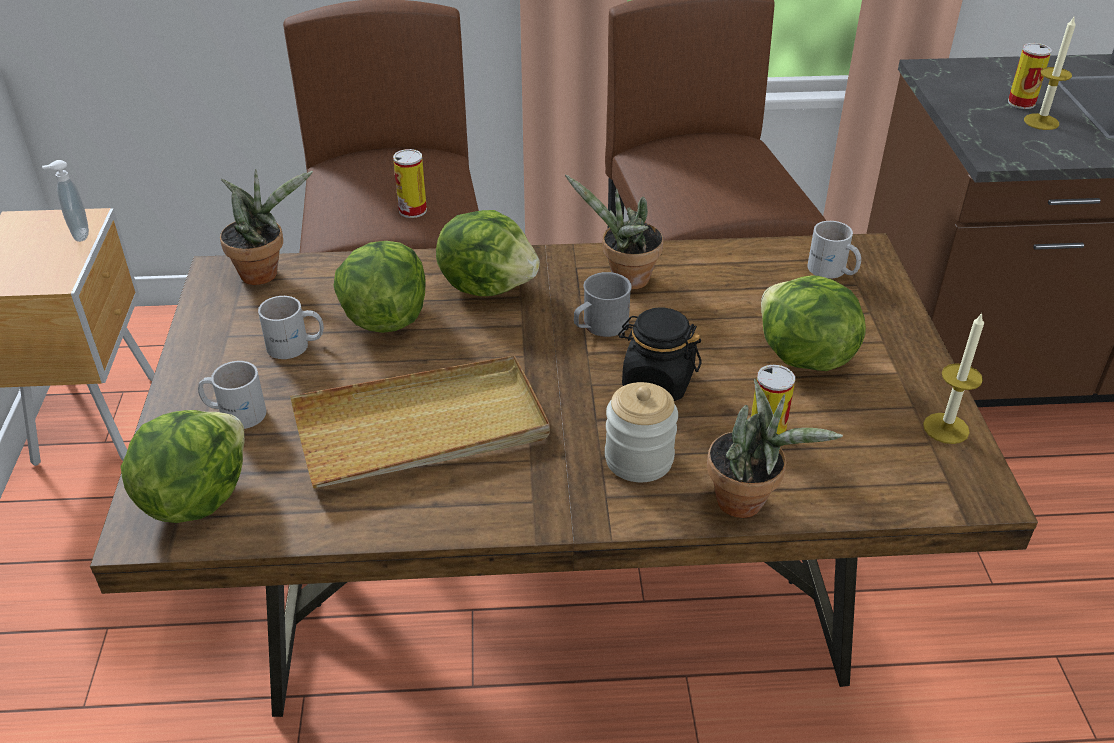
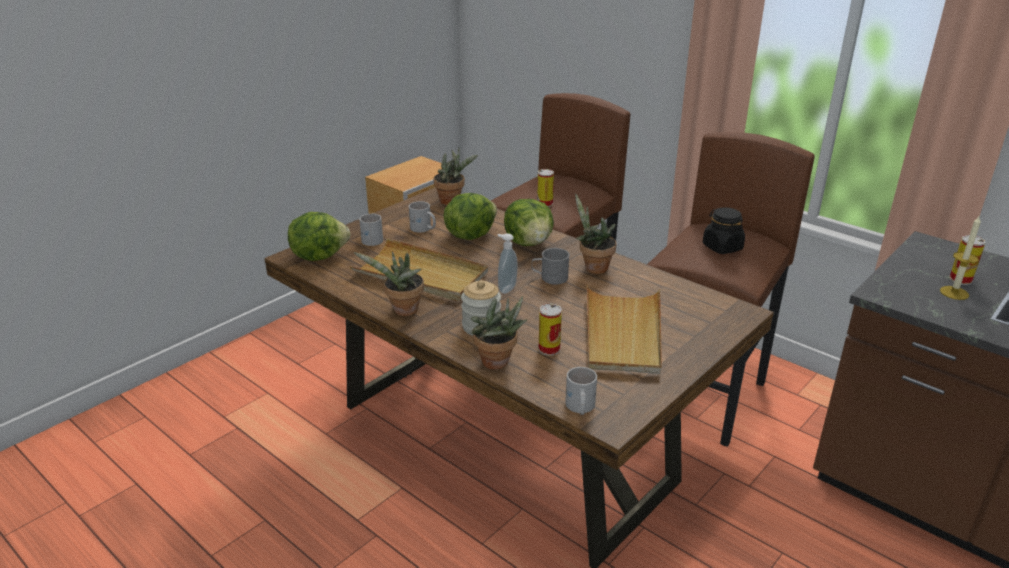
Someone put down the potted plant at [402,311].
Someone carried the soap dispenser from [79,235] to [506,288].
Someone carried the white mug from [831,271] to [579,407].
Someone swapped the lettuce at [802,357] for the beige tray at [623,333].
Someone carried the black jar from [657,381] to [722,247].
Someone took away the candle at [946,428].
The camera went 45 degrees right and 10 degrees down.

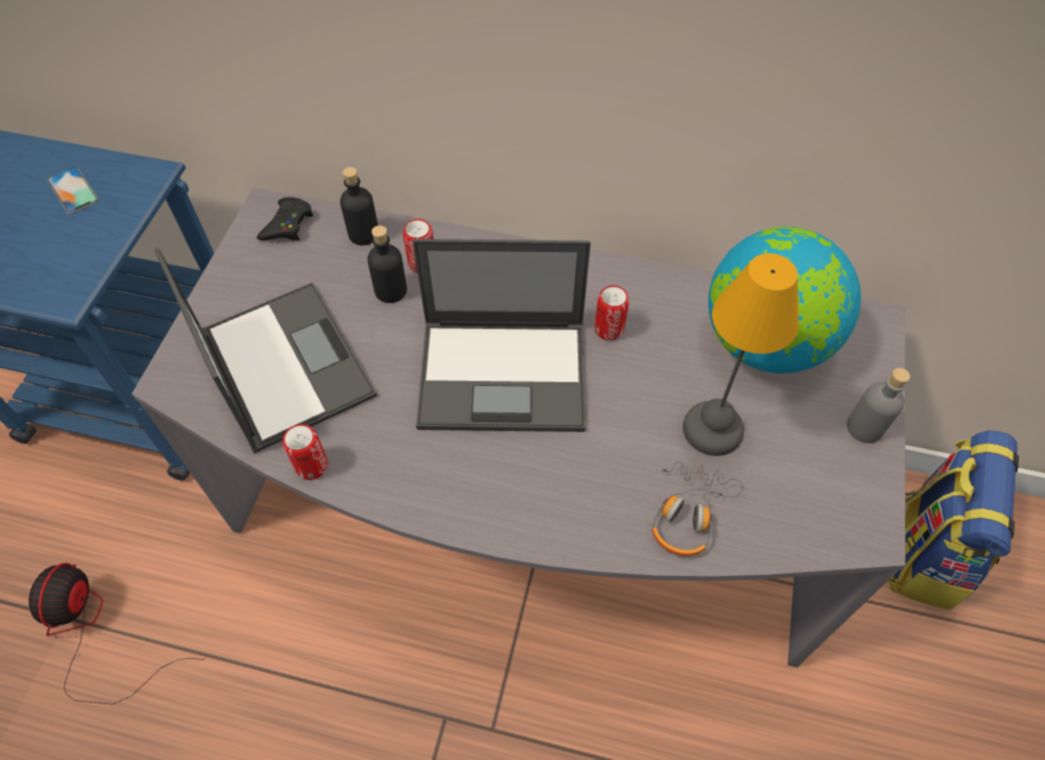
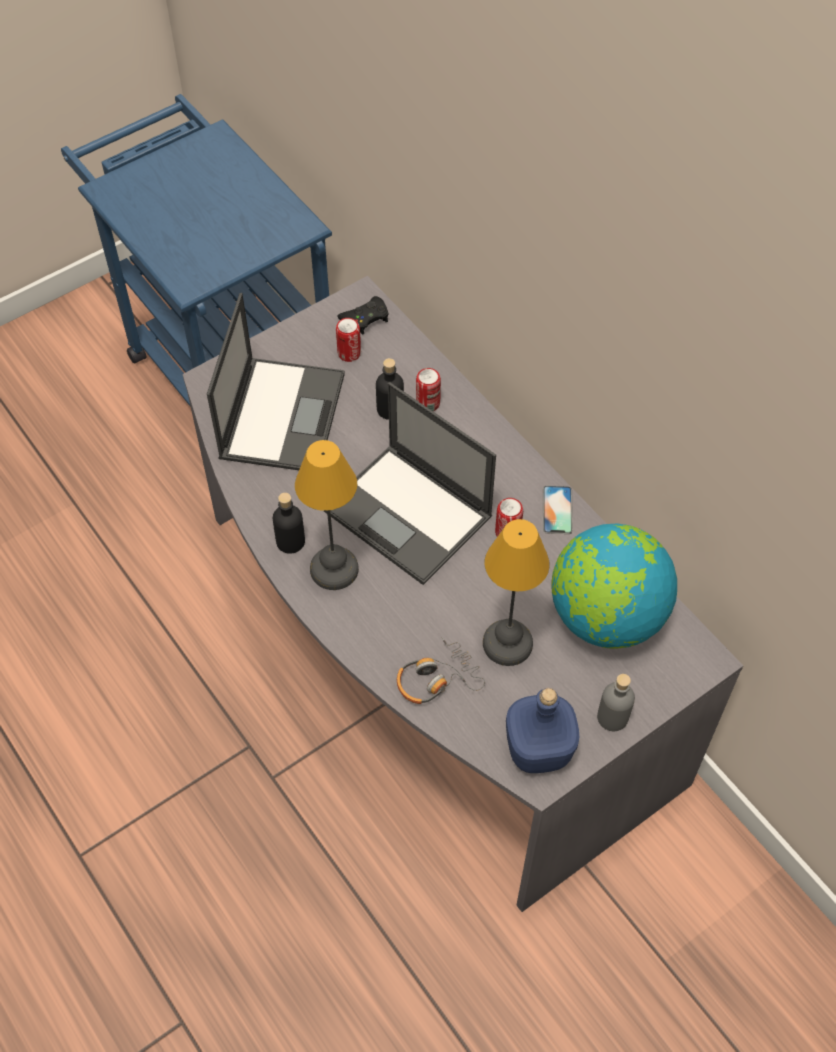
Someone carried the black bottle from [364,234] to [290,541].
Someone put down the table lamp at [335,568].
Someone carried the can from [311,466] to [349,353].
Someone put down the blue bottle at [537,750].
Someone carried the phone from [73,190] to [557,510].
Someone took away the fan at [93,633].
Someone took away the backpack at [921,551].
The camera went 40 degrees right and 0 degrees up.

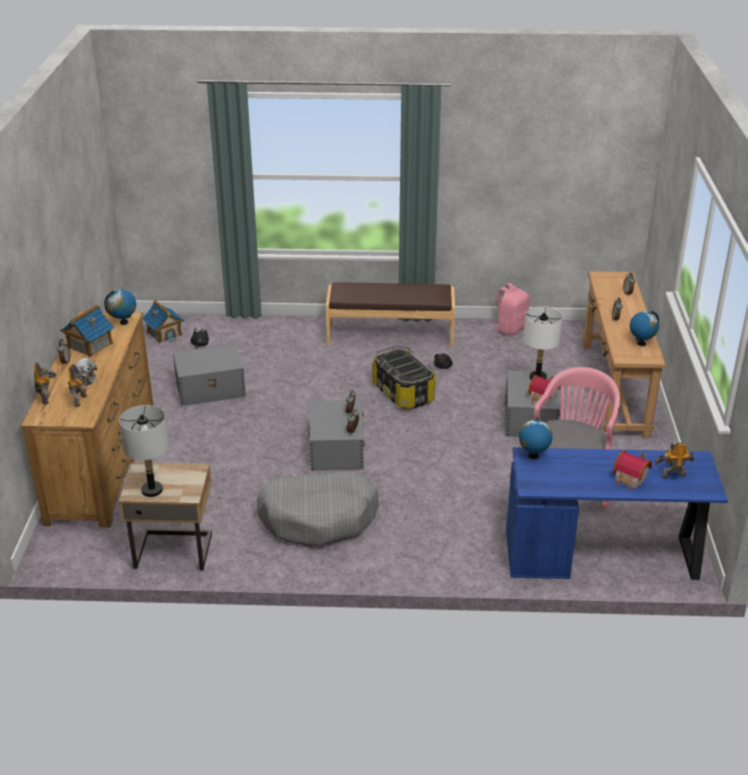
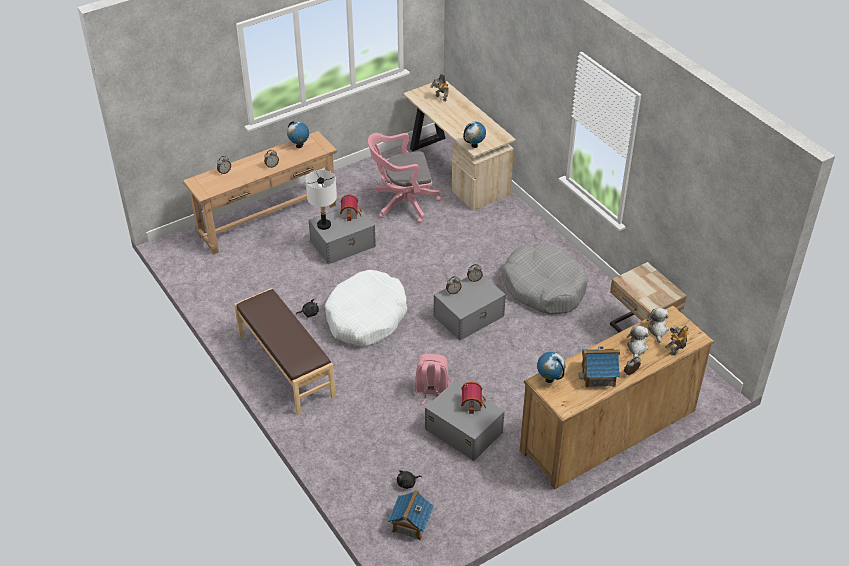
Someone swapped the storage box at [403,392] for the white dog bed at [366,317].
Someone repainted the blue desk at [604,556], which became the beige desk at [457,170].
Someone carried the pink backpack from [510,328] to [431,391].
Someone carried the toy house from [630,480] to [473,403].
Someone swapped the toy robot at [82,400] for the plush toy at [657,330].
Someone took away the grey table lamp at [152,490].
The camera went 125 degrees left and 10 degrees up.

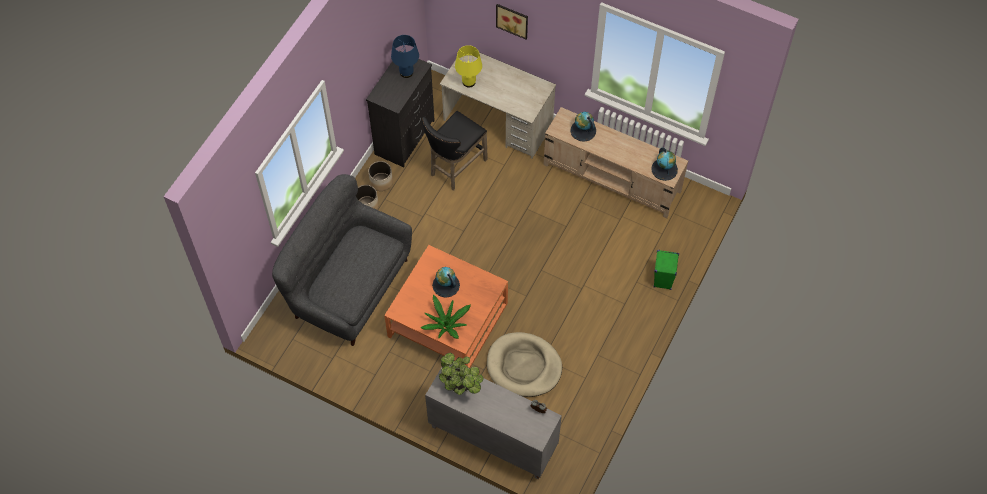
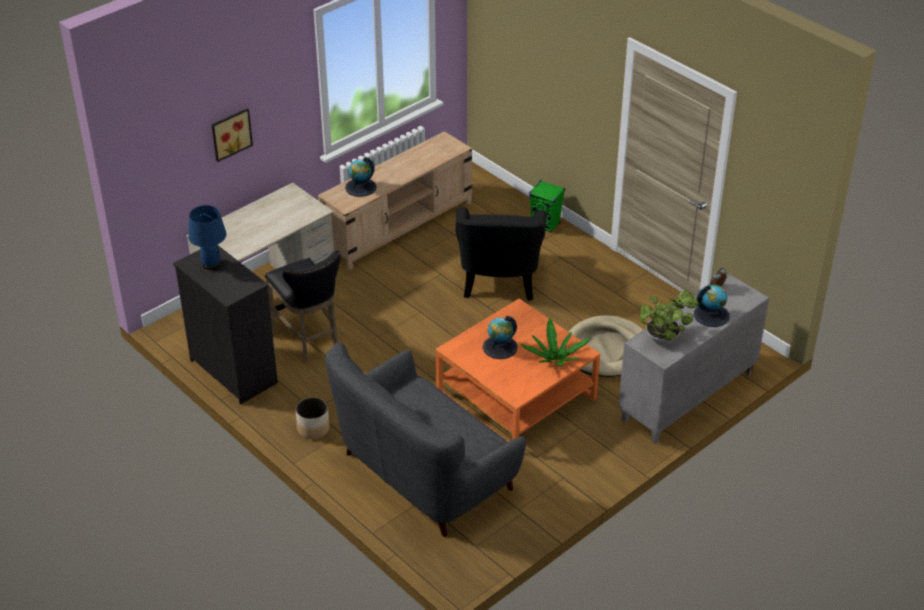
Someone put down the black armchair at [499,278].
Someone carried the globe from [664,169] to [711,315].
Someone took away the planter at [381,182].
Someone took away the yellow table lamp at [468,82].
The camera went 70 degrees left and 20 degrees down.

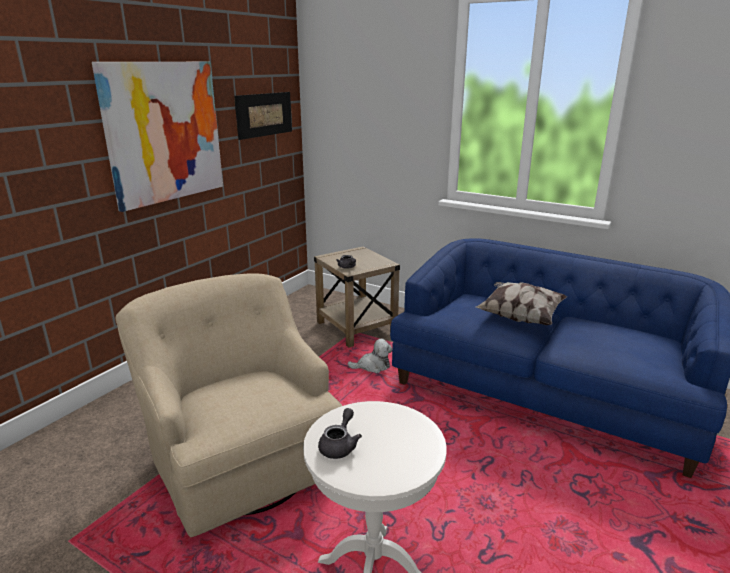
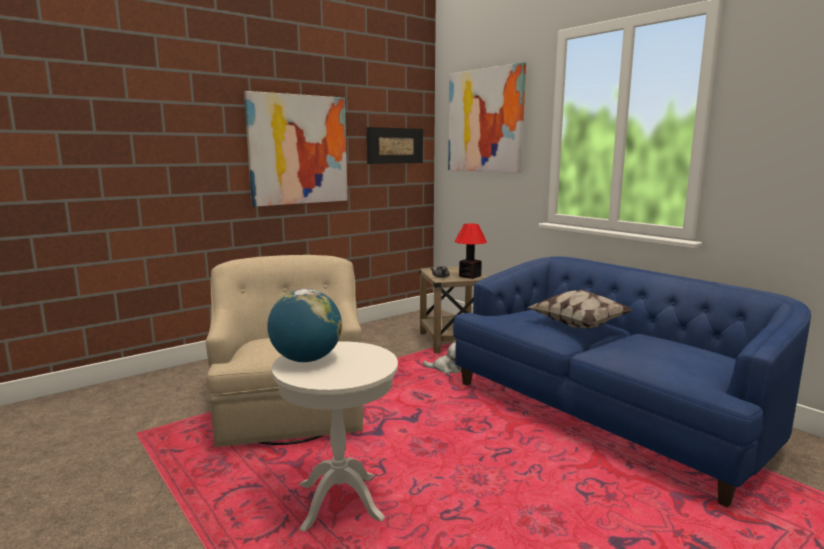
Someone swapped the grey teapot at [339,445] for the globe at [306,359].
Someone put up the picture at [485,121].
Someone put down the table lamp at [469,276].
The camera went 20 degrees right and 10 degrees down.

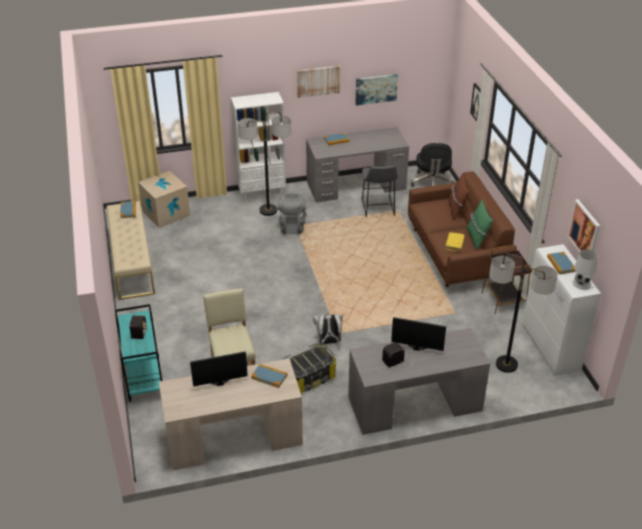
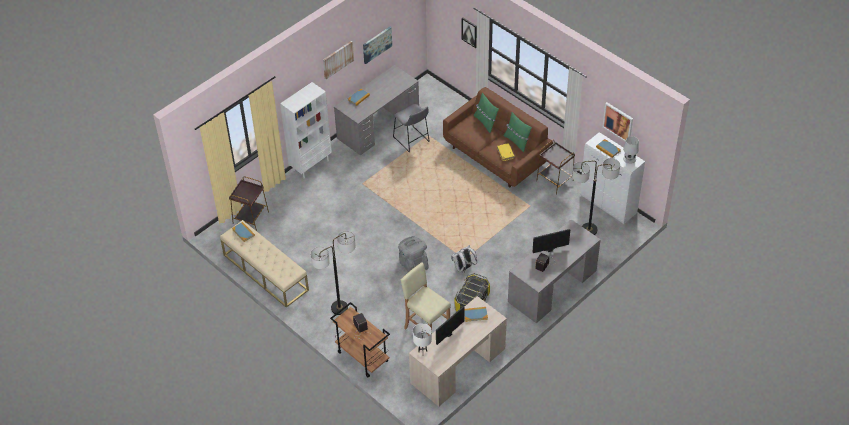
Someone swapped the cardboard box at [166,213] for the brown side table at [251,217].
Someone carried the floor lamp from [268,210] to [339,308].
Someone repainted the turquoise cart at [143,378], which became the brown cart at [362,357].
Someone carried the grey backpack from [292,226] to [413,264].
Someone put down the white table lamp at [422,351].
Someone repainted the brown pillow at [456,210], which became the green pillow at [485,122].
Someone took away the black office chair at [432,183].
The camera went 30 degrees left and 10 degrees up.

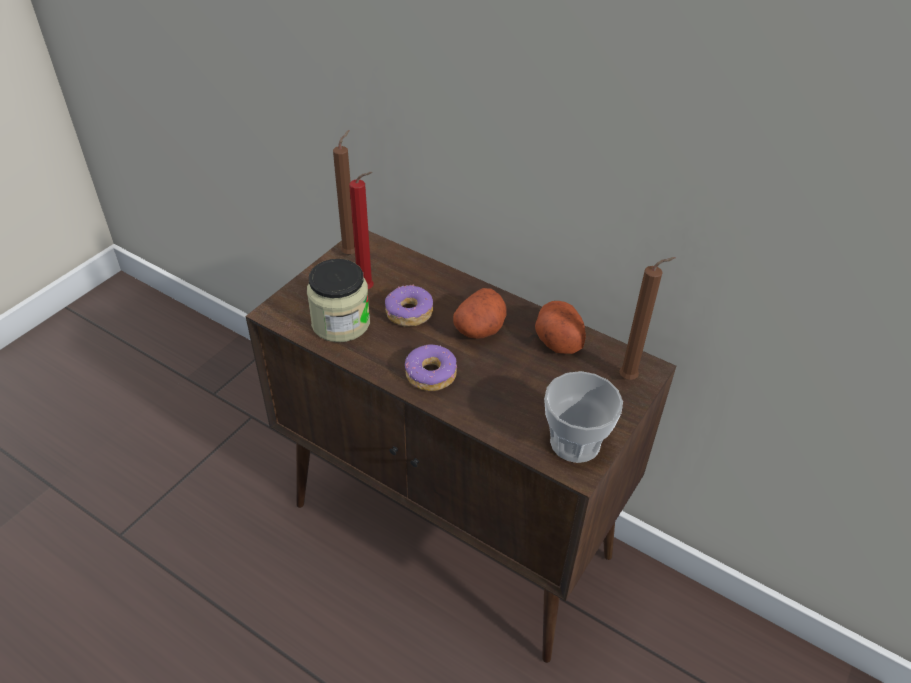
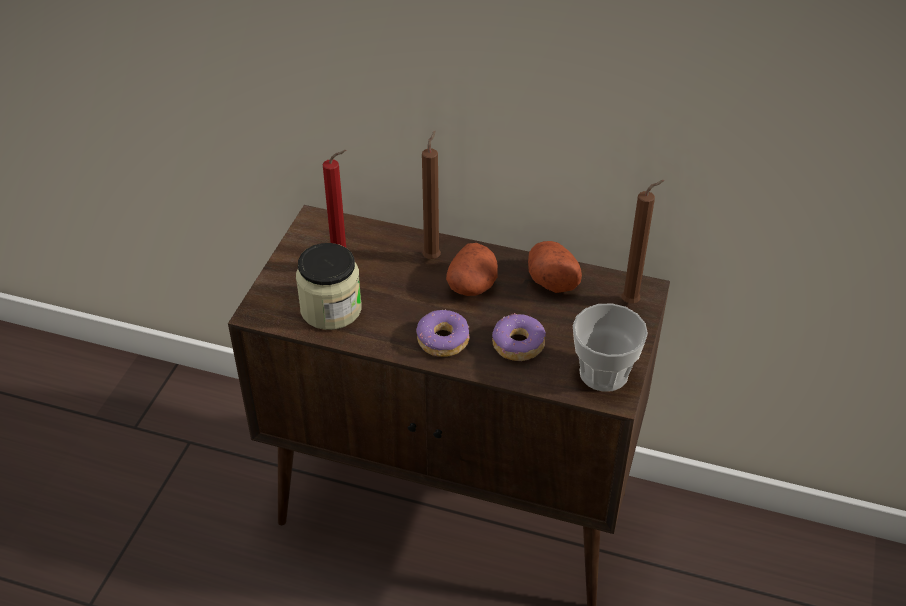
Someone carried the brown candle from [351,253] to [433,256].
Someone carried the donut from [408,313] to [517,345].
The camera went 15 degrees left and 0 degrees up.

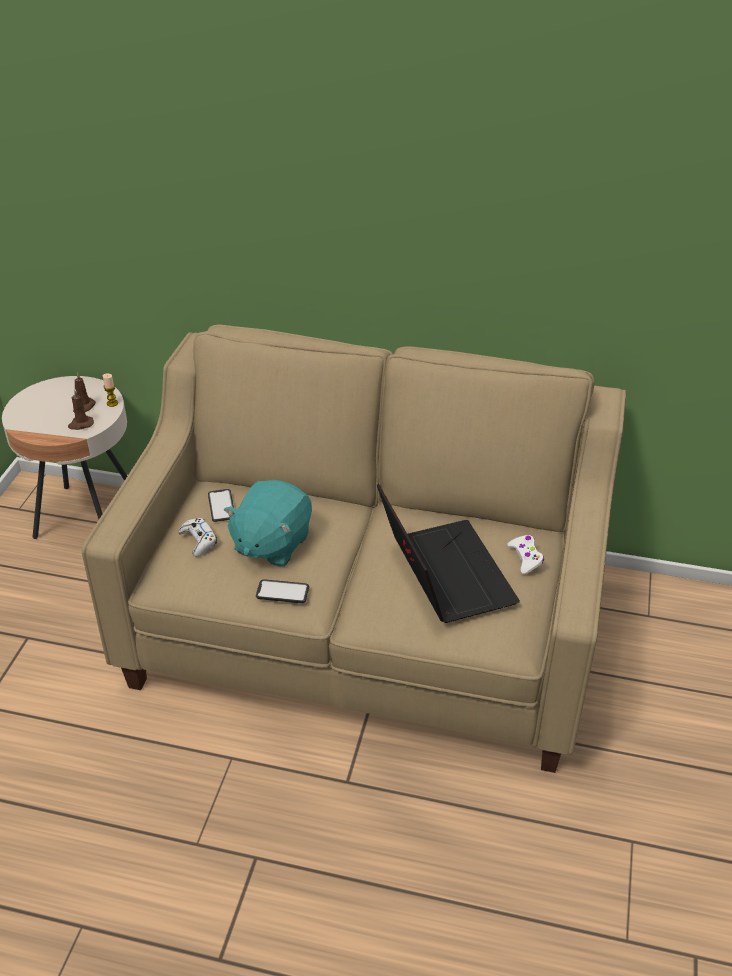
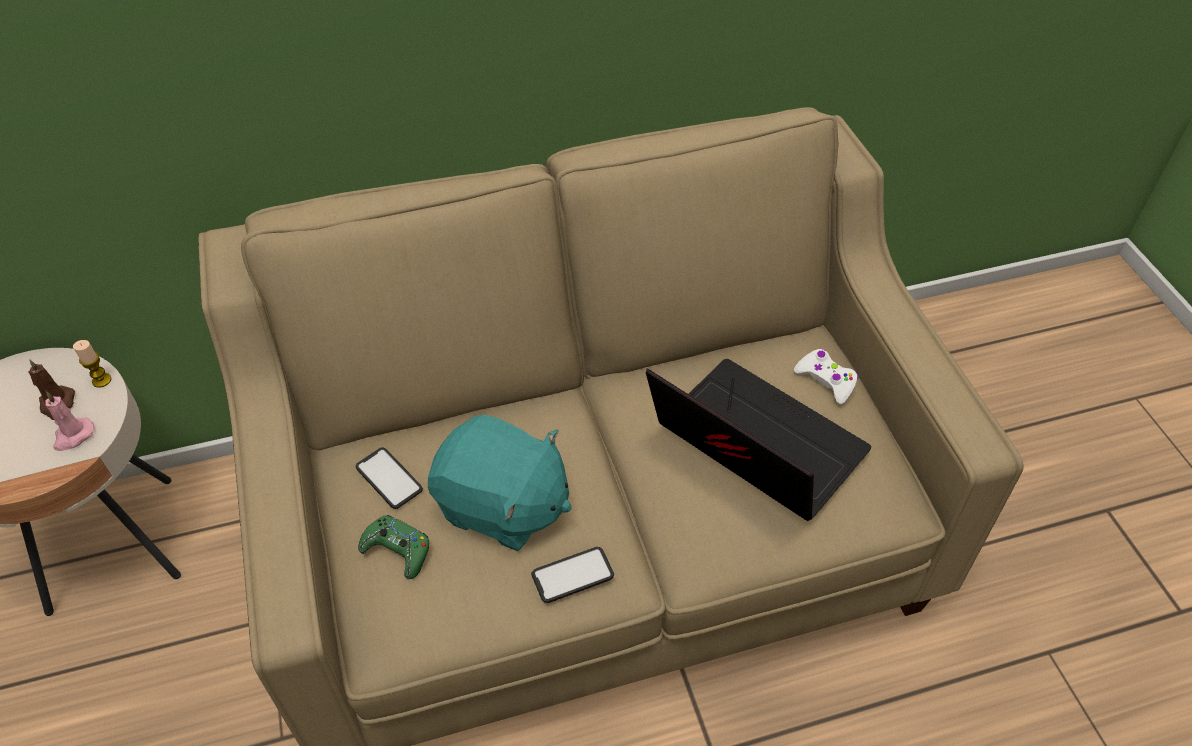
Someone repainted the brown candle at [80,424], which became the pink candle at [73,436].
Someone repainted the white game controller at [198,541], which became the green game controller at [397,550].
Someone rotated the turquoise plush toy at [271,543] by 60 degrees counterclockwise.
The camera went 30 degrees left and 10 degrees up.

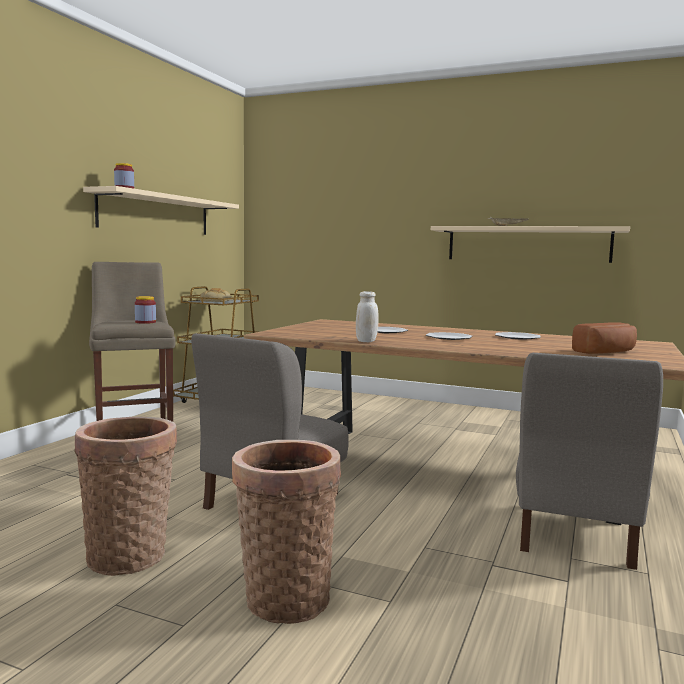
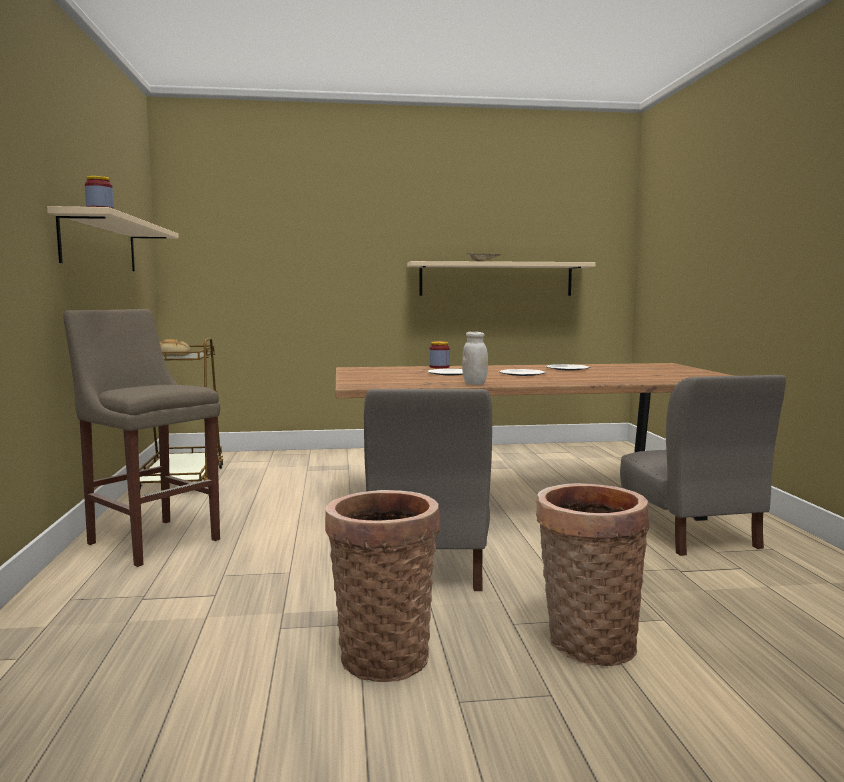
Someone carried the jar from [145,322] to [439,367].
Someone took away the bread at [607,352].
The camera went 30 degrees left and 0 degrees up.

